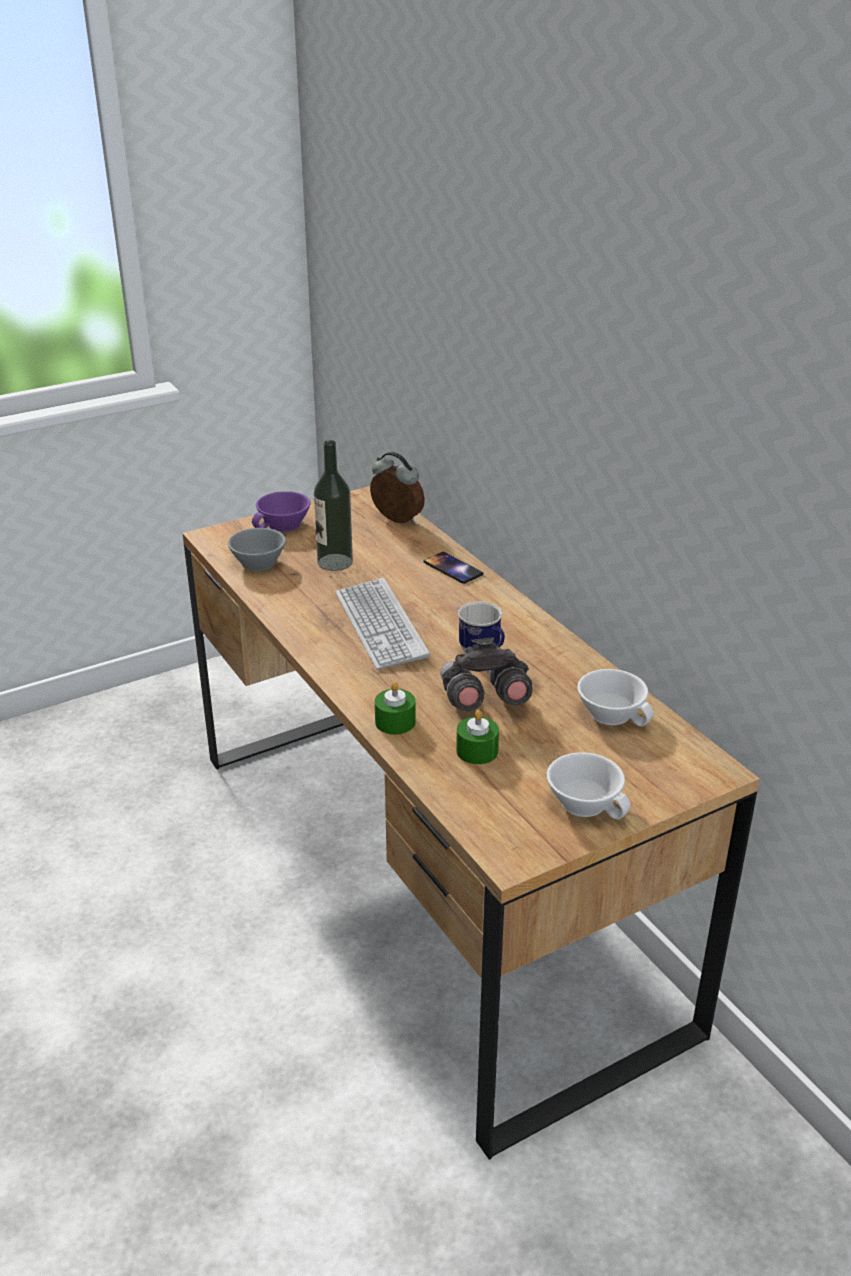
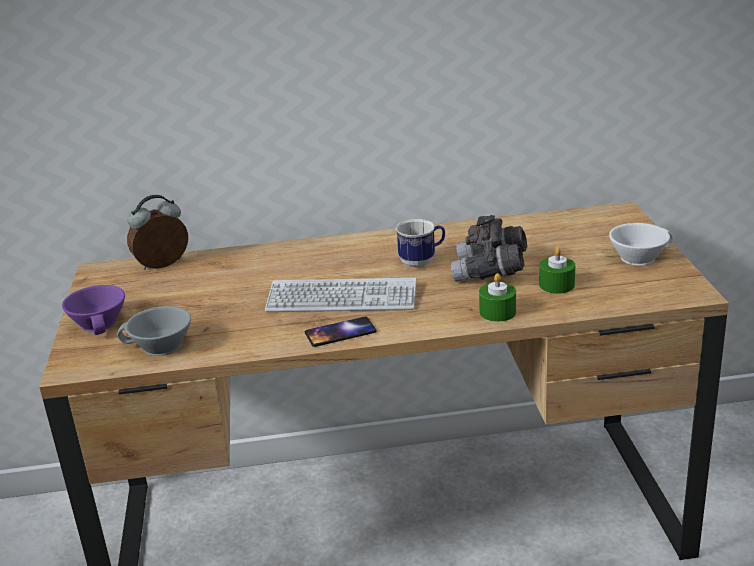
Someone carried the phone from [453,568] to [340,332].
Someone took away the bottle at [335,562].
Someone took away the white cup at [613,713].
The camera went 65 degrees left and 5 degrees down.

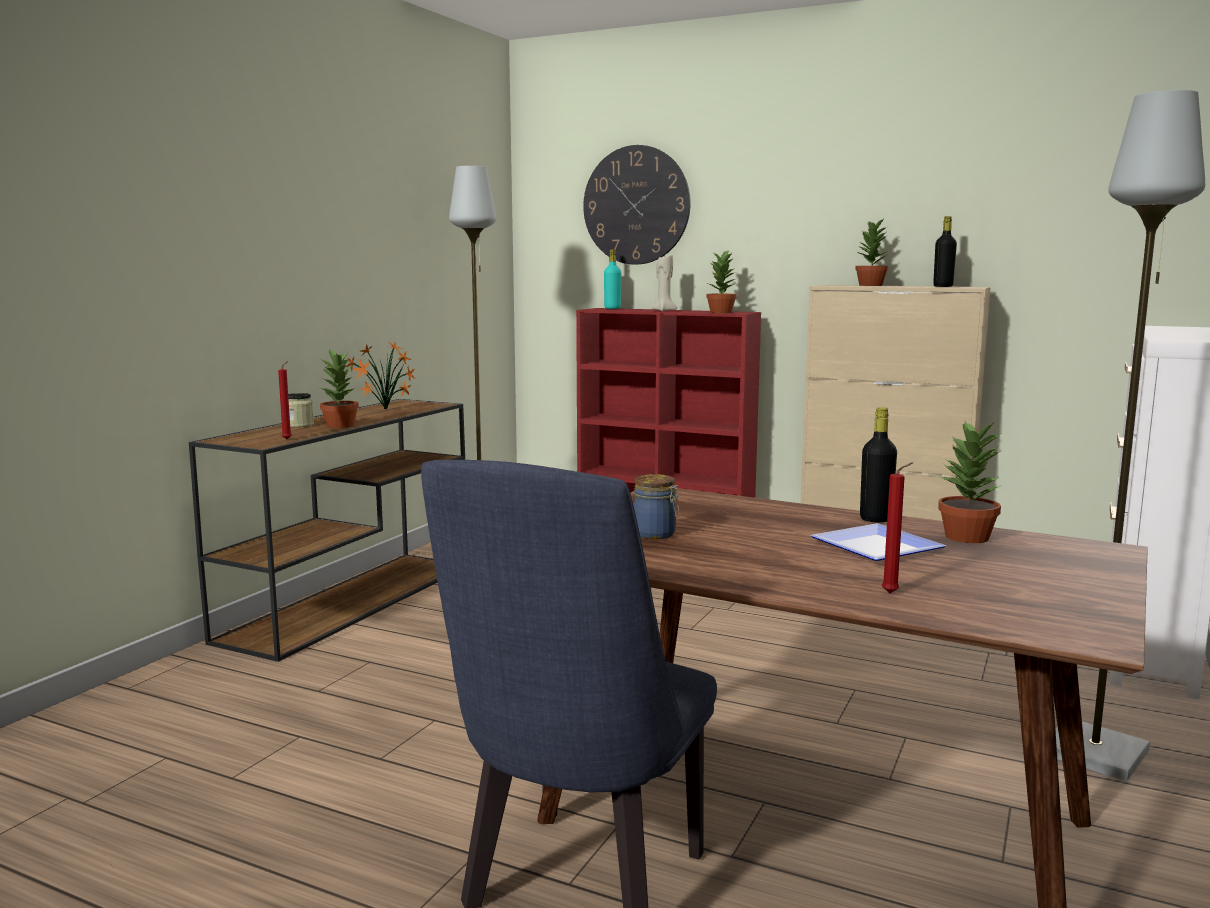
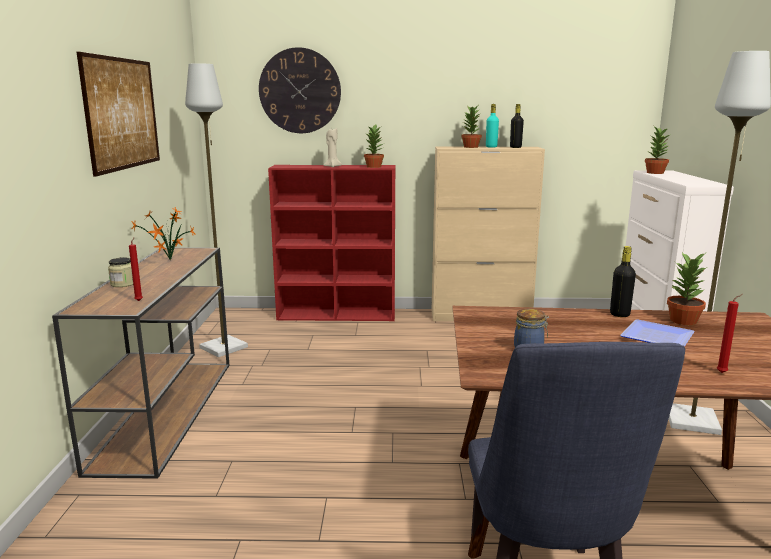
Someone put up the picture at [122,113].
Someone carried the turquoise bottle from [612,308] to [491,147].
Someone carried the potted plant from [340,425] to [654,173].
The camera went 25 degrees left and 5 degrees up.

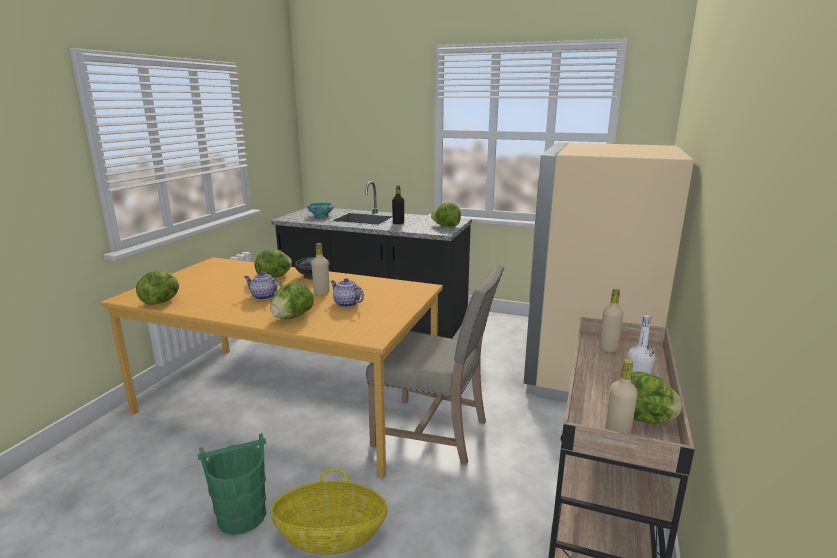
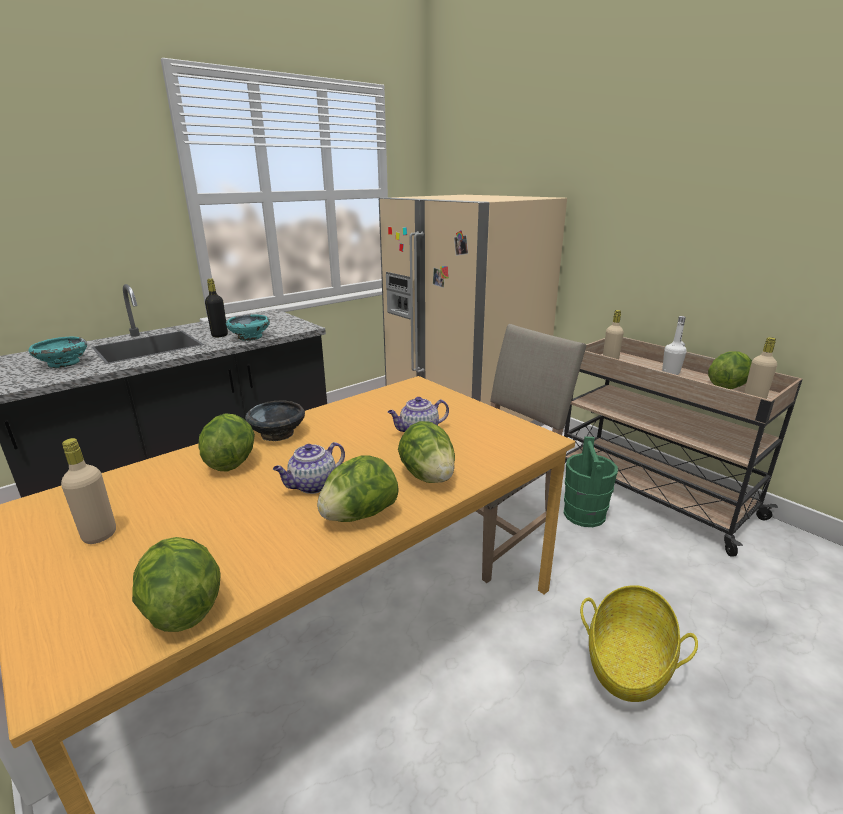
Someone carried the beige bottle from [321,292] to [99,535].
Someone put down the turquoise bowl at [250,337].
Someone carried the lettuce from [446,226] to [359,515].
Someone carried the green bucket from [241,516] to [584,515].
The camera went 60 degrees left and 5 degrees up.

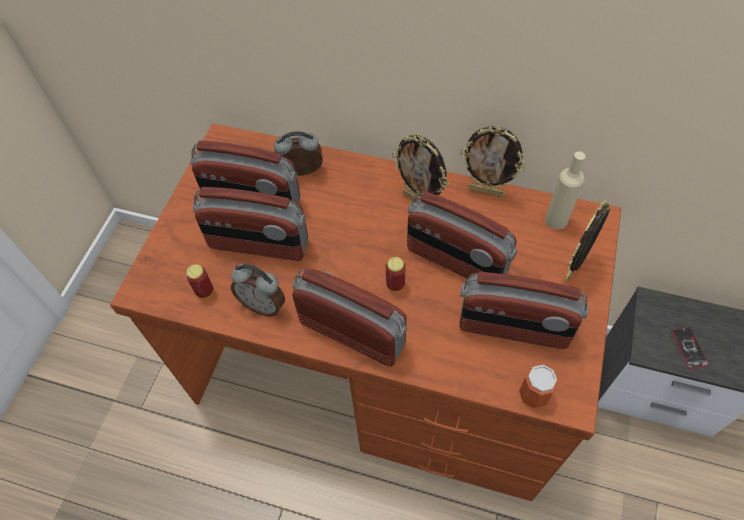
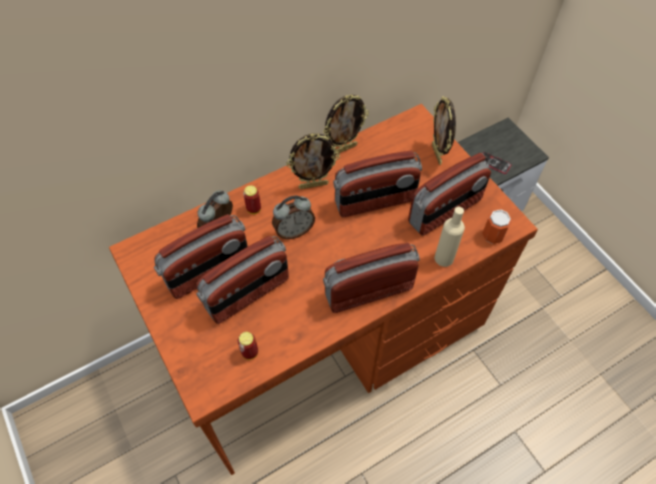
Someone carried the can from [395,285] to [253,209].
Someone carried the alarm clock from [263,305] to [294,231].
Someone carried the beige bottle from [556,220] to [444,258].
The camera went 50 degrees left and 0 degrees up.

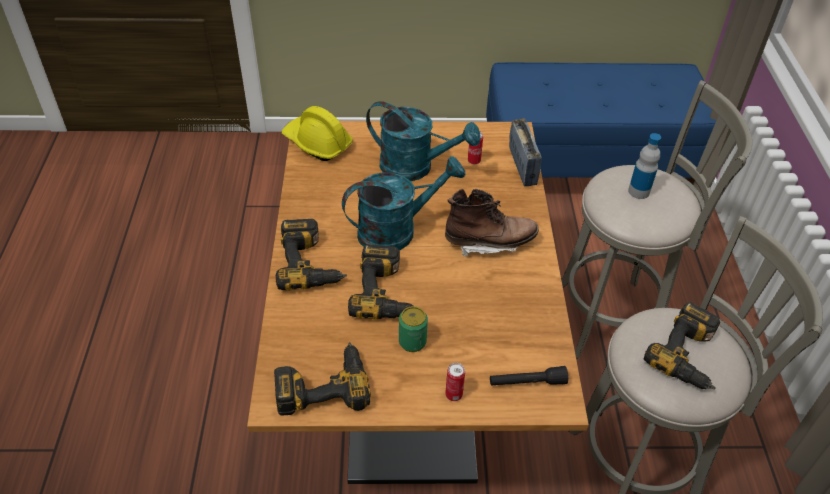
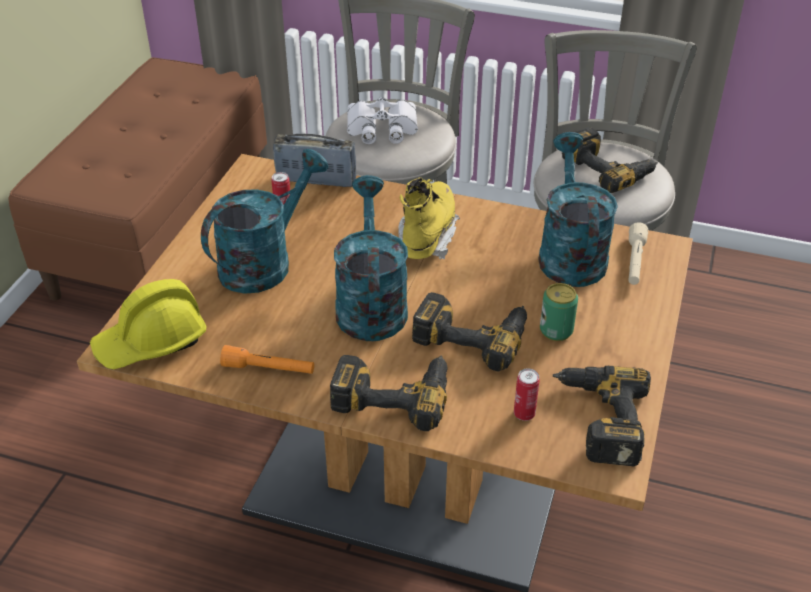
Someone repainted the blue bench at [586,167], which became the brown bench at [162,231].
Someone put down the orange flashlight at [269,369].
Someone swapped the bottle at [638,191] for the white binoculars at [381,129].
Someone repainted the brown boot at [489,242], which became the yellow boot at [427,236].
Someone carried the can from [453,395] to [524,414].
Someone put down the turquoise watering can at [569,253].
Someone repainted the black flashlight at [527,382], which became the beige flashlight at [634,262].
The camera went 70 degrees left and 5 degrees down.

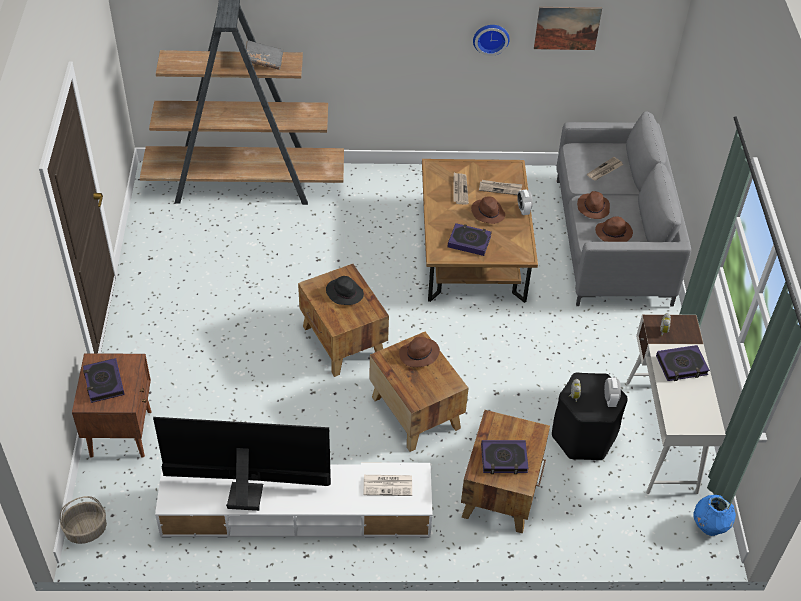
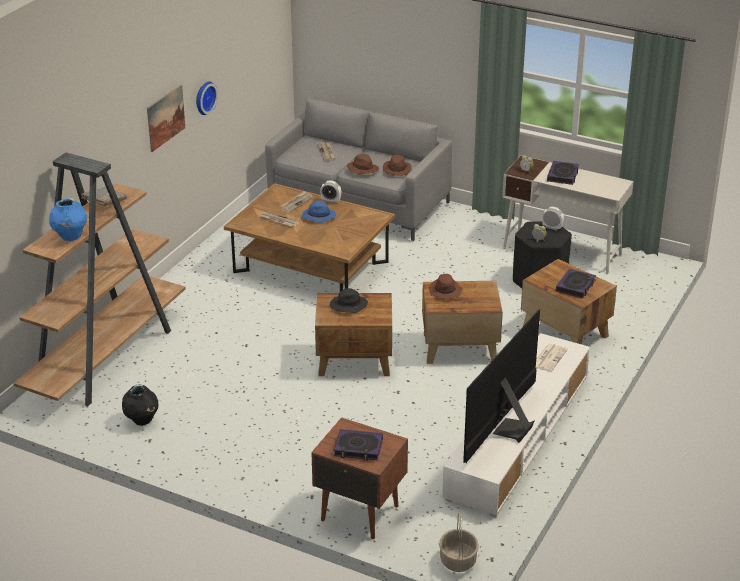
Someone carried the blue vase from [708,527] to [70,237].
Someone put down the black vase at [142,421].
Someone carried the picture from [567,28] to [165,118].
Someone repainted the brown hat at [487,213], which became the blue hat at [318,217].
Someone took away the book at [469,241].
The camera went 60 degrees left and 15 degrees down.

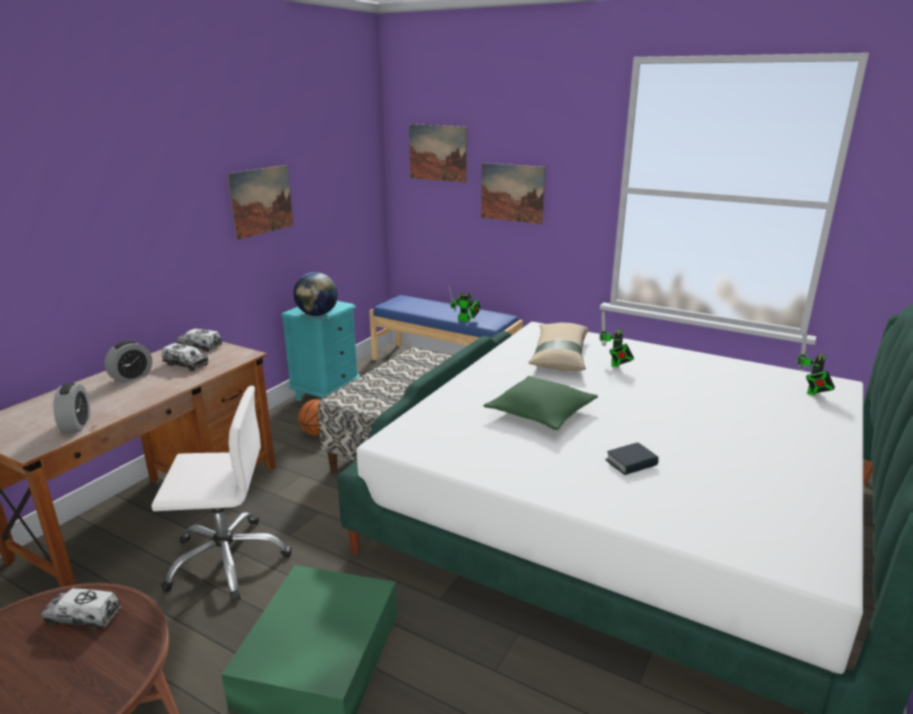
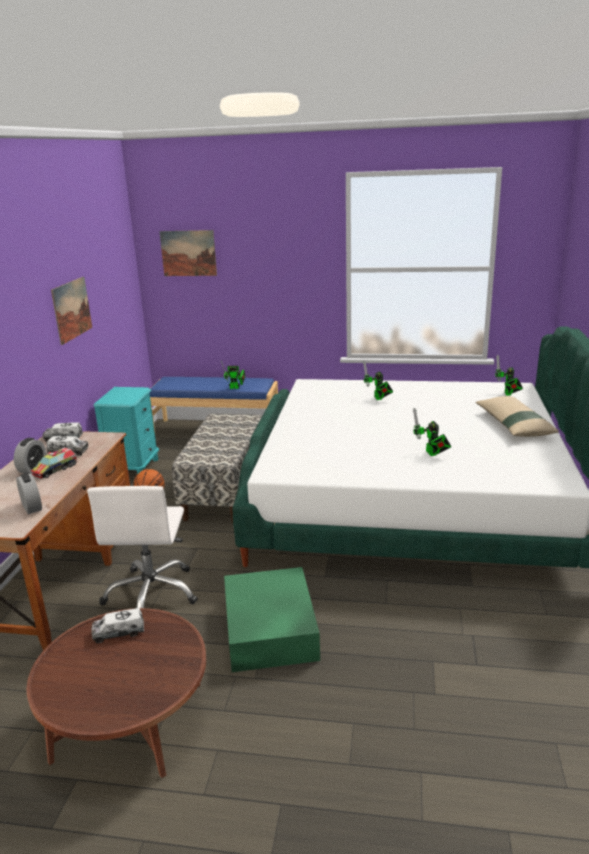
Someone put down the toy truck at [55,470].
Someone rotated the white office chair at [227,559] by 120 degrees clockwise.
Someone swapped the book at [631,463] for the toy robot at [432,454].
Someone carried the beige pillow from [559,356] to [513,425].
Someone took away the globe at [317,314].
Someone took away the picture at [512,193].
Someone took away the green pillow at [540,413].
The camera went 20 degrees left and 0 degrees up.

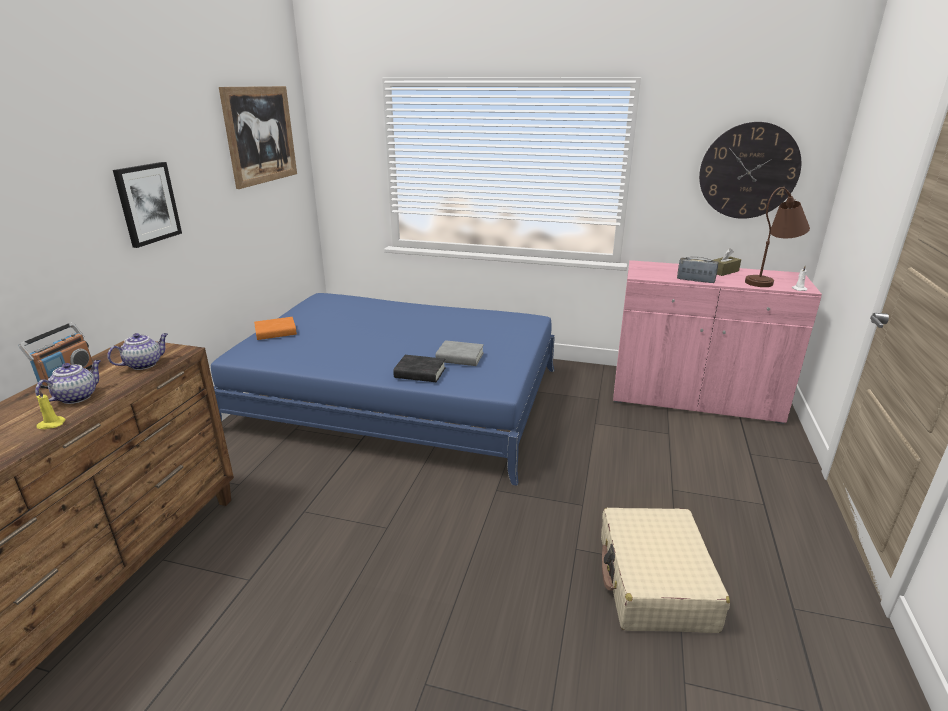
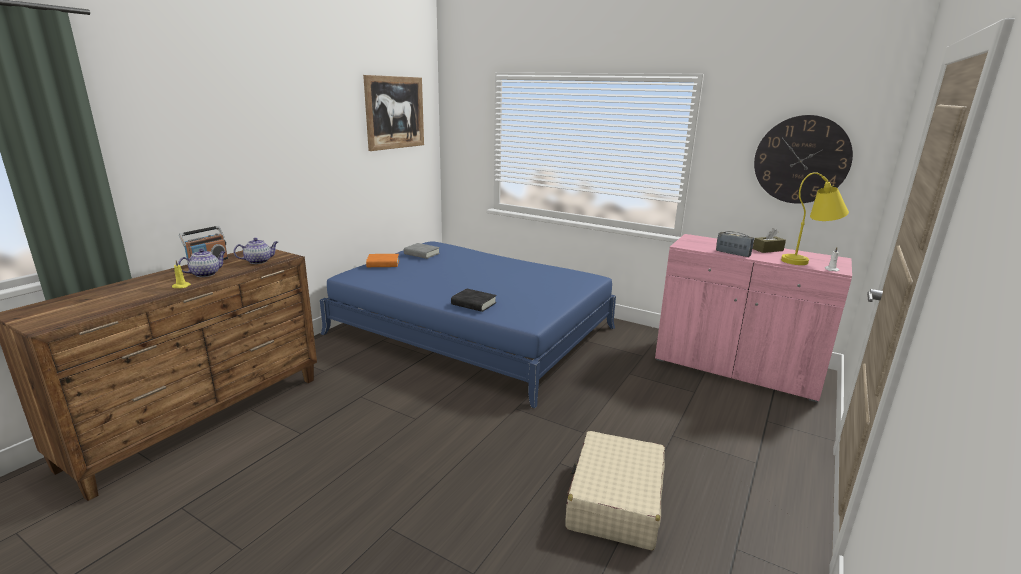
Someone carried the grey book from [460,357] to [421,254].
Someone repainted the brown table lamp at [770,280], which became the yellow table lamp at [809,260].
Someone took away the picture at [147,203].
The camera went 15 degrees right and 5 degrees down.

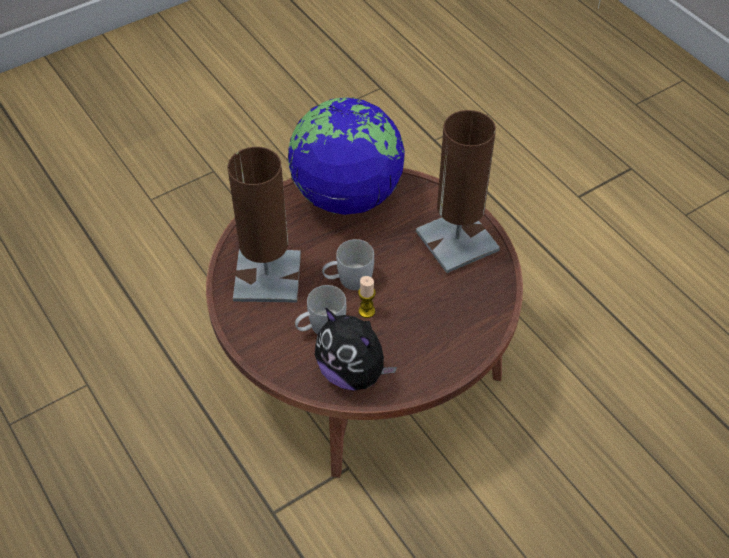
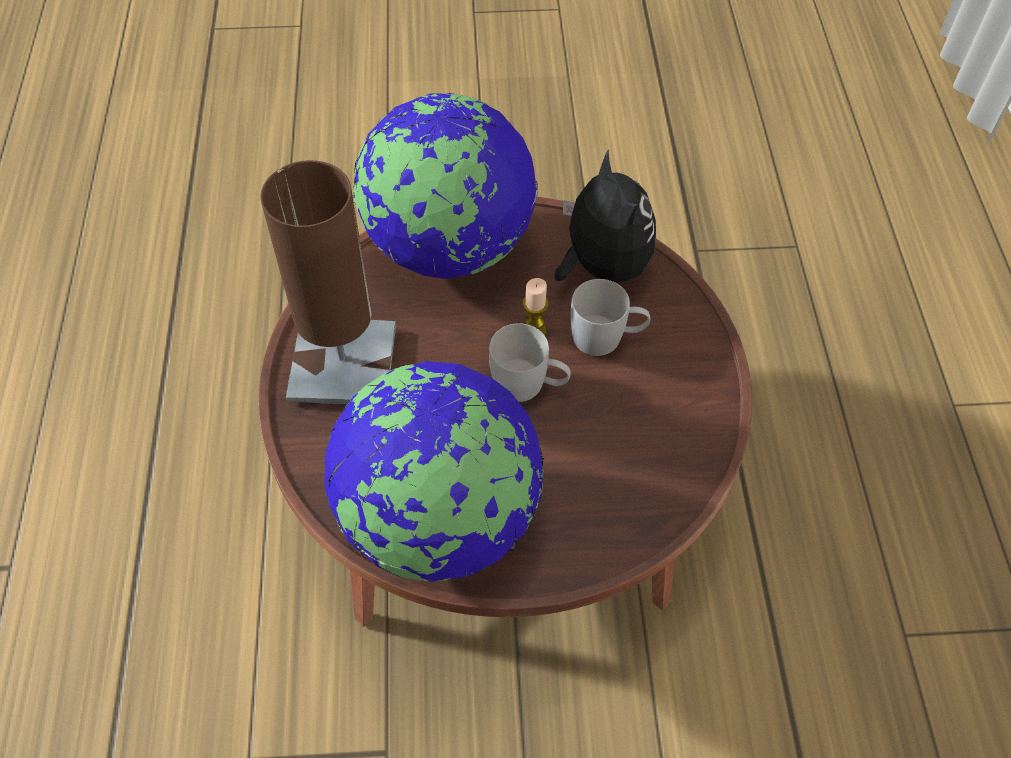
Someone put down the globe at [448,247].
Someone took away the brown table lamp at [267,277].
The camera went 150 degrees left and 5 degrees up.

